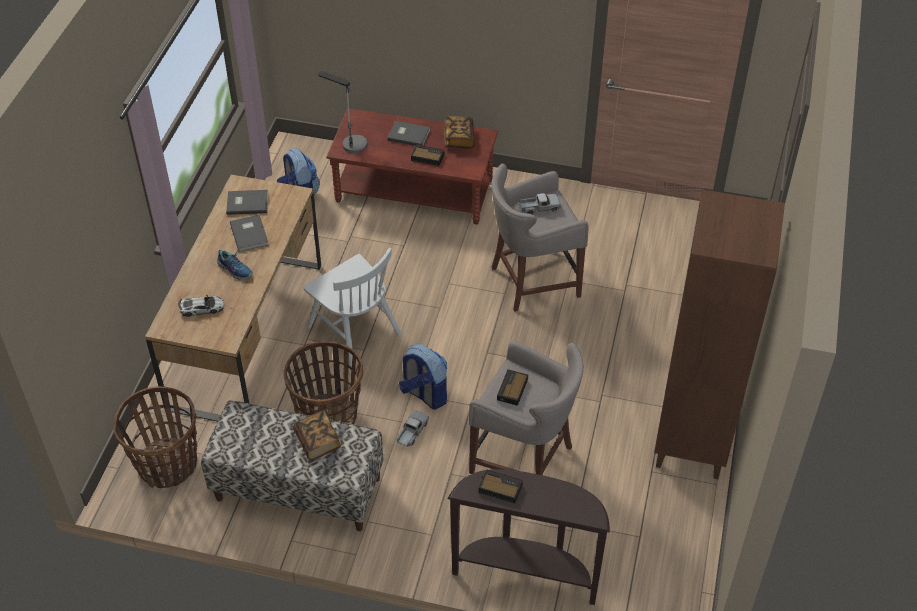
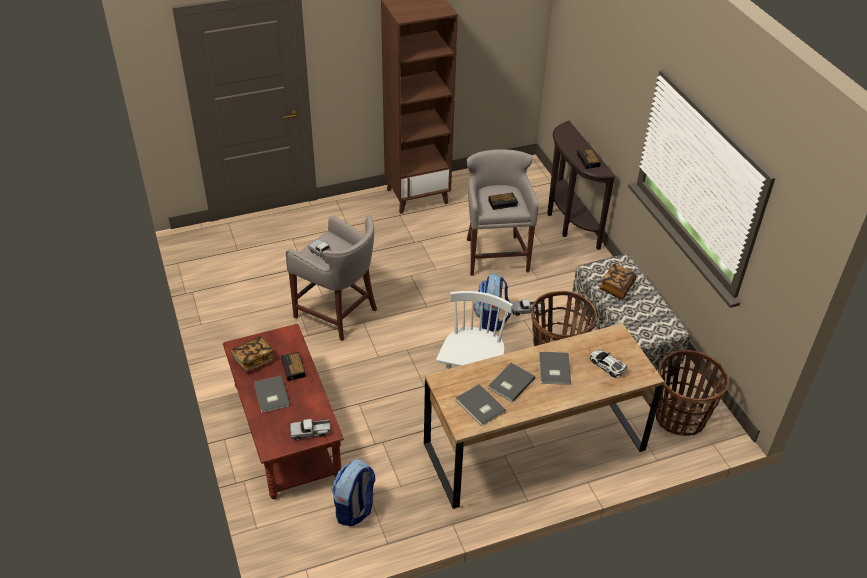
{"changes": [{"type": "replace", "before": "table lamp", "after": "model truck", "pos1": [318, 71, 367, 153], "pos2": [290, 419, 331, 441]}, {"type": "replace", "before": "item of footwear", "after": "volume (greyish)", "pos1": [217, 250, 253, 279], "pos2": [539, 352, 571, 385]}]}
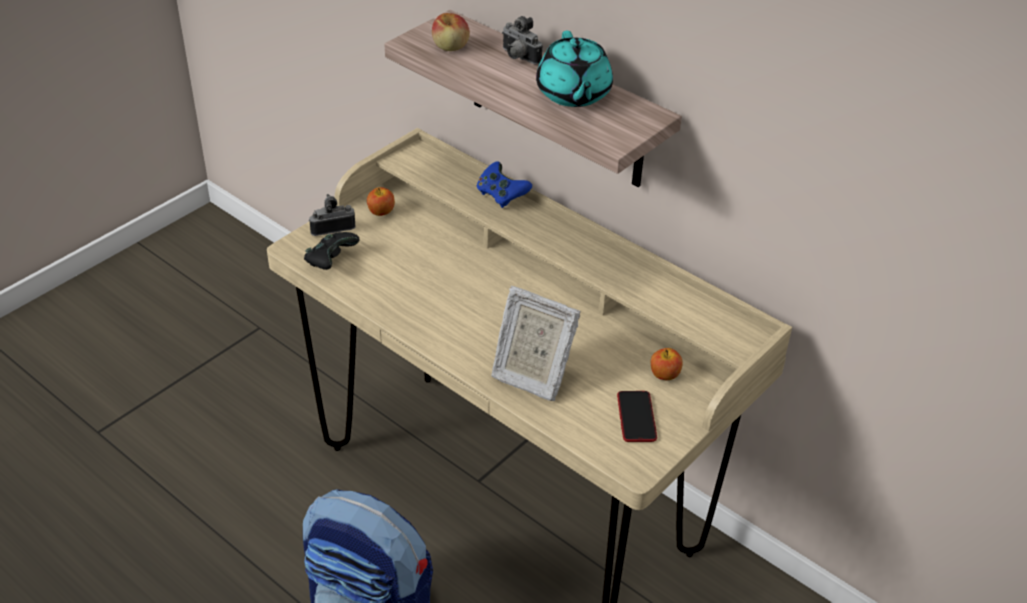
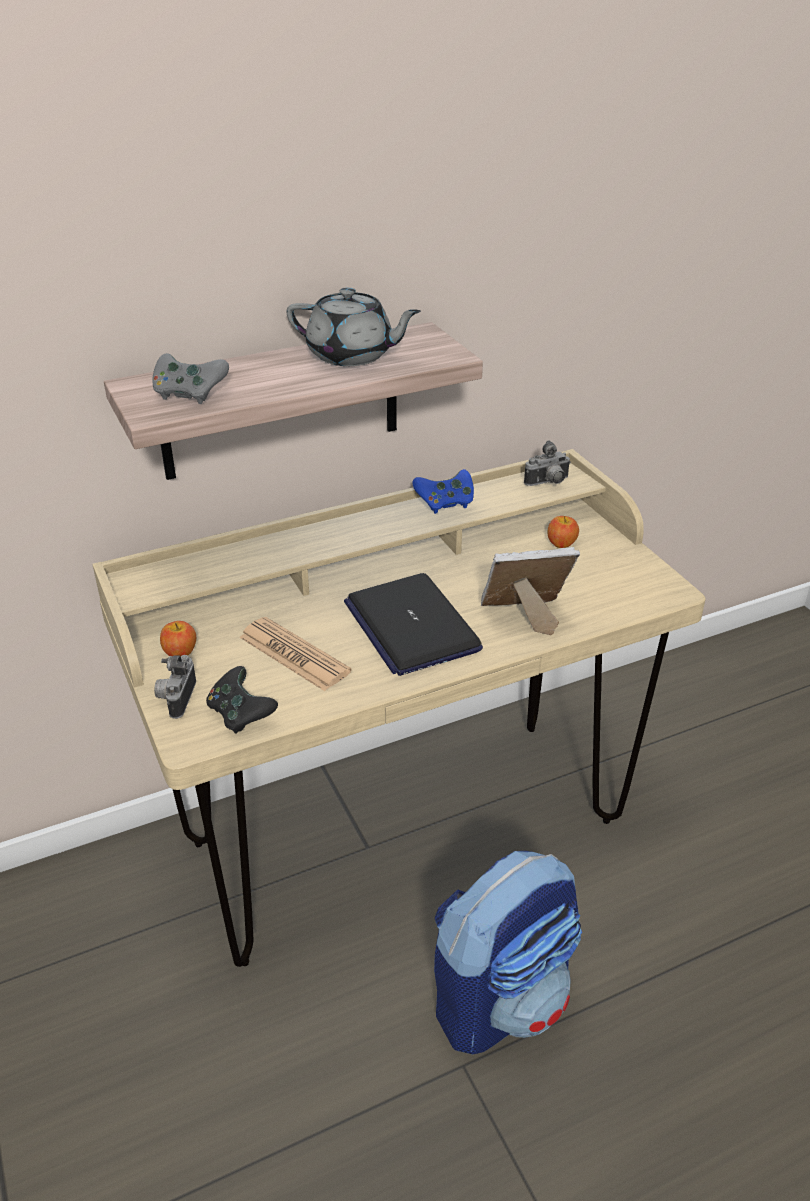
{"changes": [{"type": "replace", "before": "apple", "after": "game controller (greyish)", "pos1": [432, 13, 470, 51], "pos2": [153, 353, 229, 404]}, {"type": "insert", "after": "daily paper", "pos2": [239, 617, 351, 691]}, {"type": "recolor", "before": "pot for tea (turquoise)", "after": "pot for tea (greyish)", "pos1": [536, 31, 613, 107], "pos2": [287, 287, 421, 366]}, {"type": "insert", "after": "notebook computer", "pos2": [344, 573, 483, 676]}, {"type": "move", "before": "game controller (bluish)", "pos1": [477, 161, 532, 208], "pos2": [412, 469, 474, 514]}, {"type": "rotate", "before": "standing frame", "pos1": [492, 286, 580, 401], "pos2": [481, 547, 580, 635], "turn": -150}, {"type": "move", "before": "photo camera", "pos1": [502, 16, 542, 64], "pos2": [524, 440, 570, 486]}, {"type": "delete", "before": "telephone", "pos1": [617, 391, 657, 442]}]}
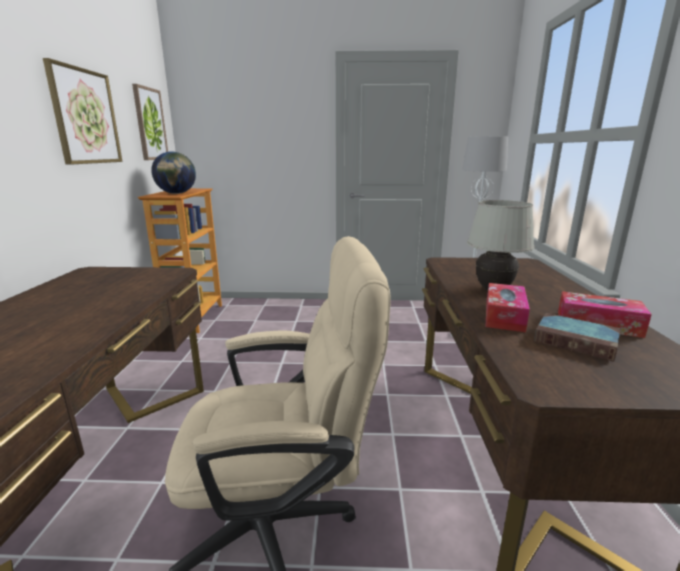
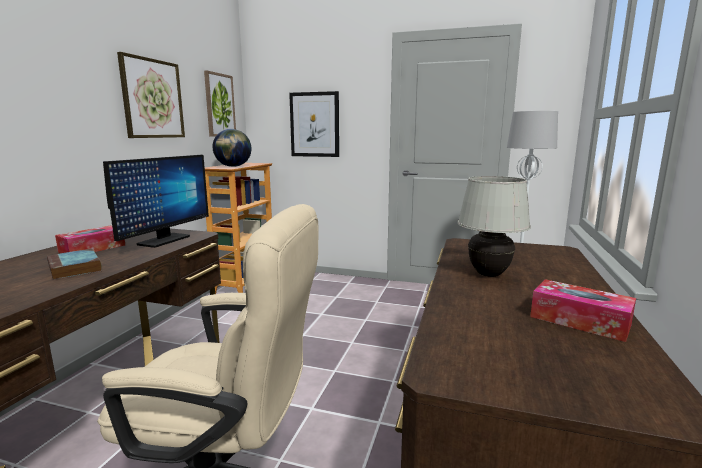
{"changes": [{"type": "move", "before": "volume", "pos1": [534, 313, 620, 362], "pos2": [47, 249, 102, 280]}, {"type": "move", "before": "tissue holder", "pos1": [486, 283, 530, 332], "pos2": [55, 226, 125, 253]}, {"type": "insert", "after": "computer screen", "pos2": [103, 155, 209, 248]}, {"type": "insert", "after": "picture", "pos2": [289, 91, 339, 157]}]}
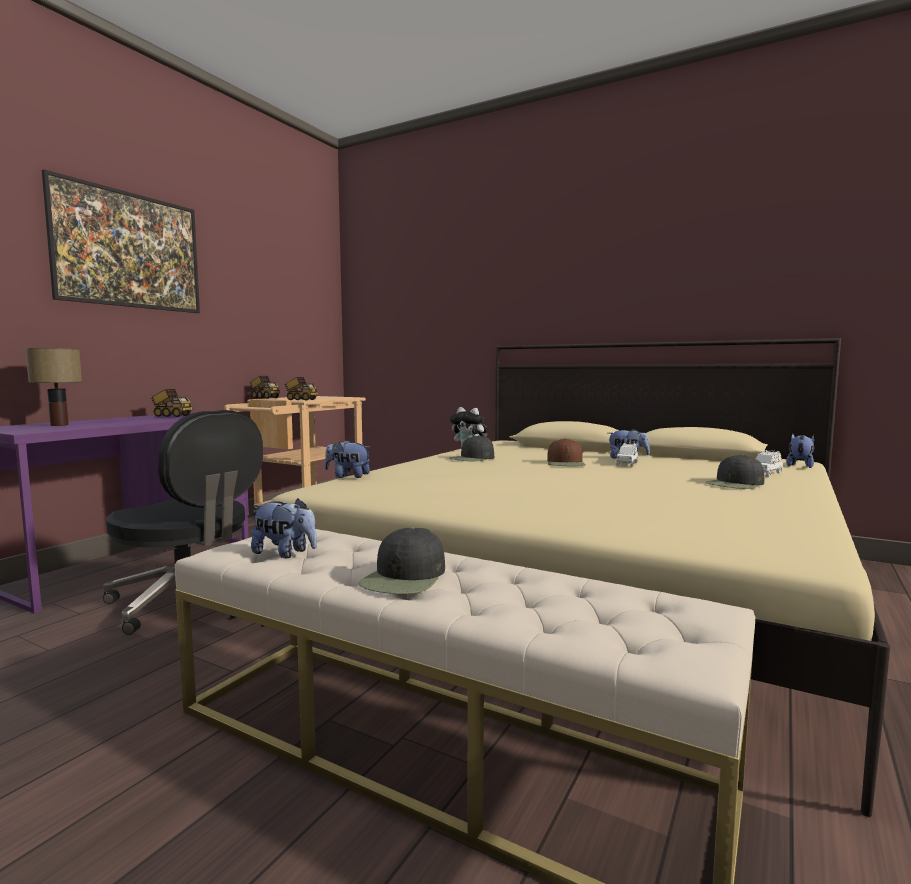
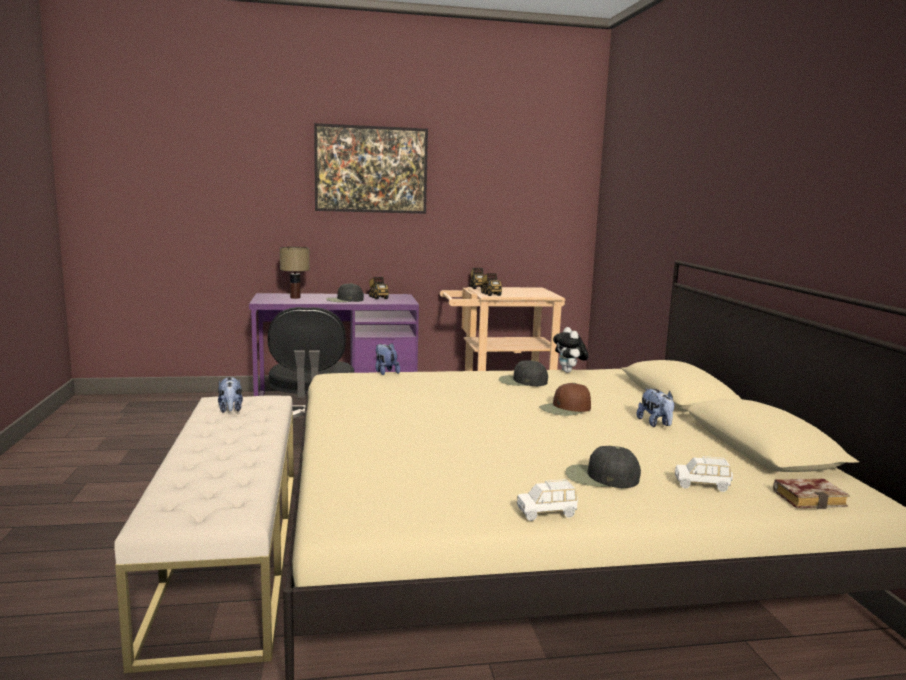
{"changes": [{"type": "move", "before": "baseball cap (black)", "pos1": [359, 527, 445, 594], "pos2": [326, 283, 364, 302]}, {"type": "move", "before": "miniature car (white-coloured)", "pos1": [616, 443, 638, 467], "pos2": [517, 479, 578, 521]}, {"type": "replace", "before": "plush toy", "after": "volume", "pos1": [786, 434, 814, 468], "pos2": [773, 479, 849, 509]}]}
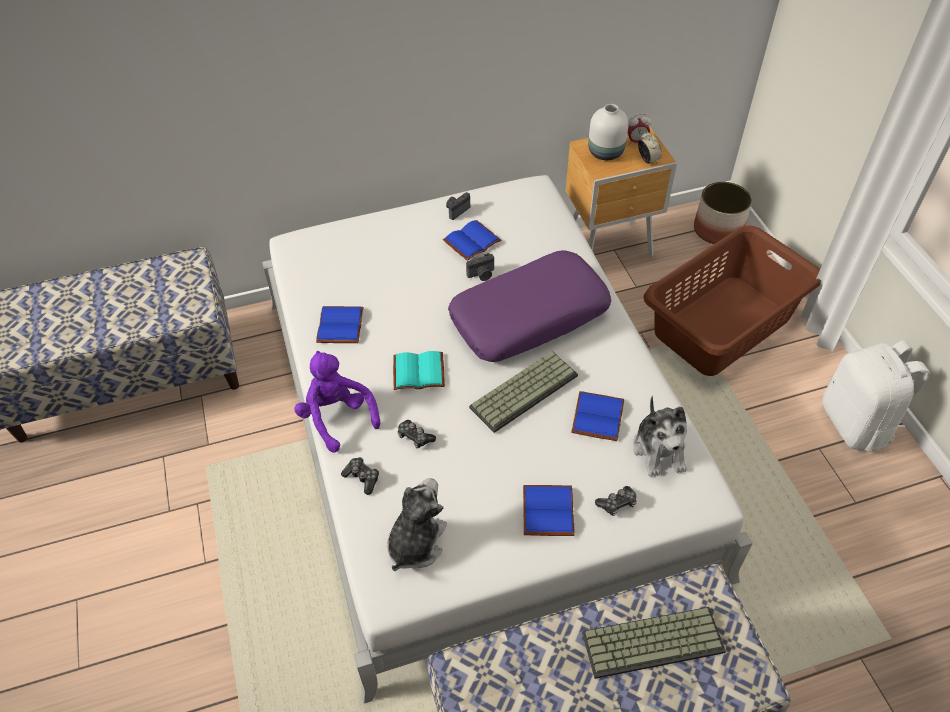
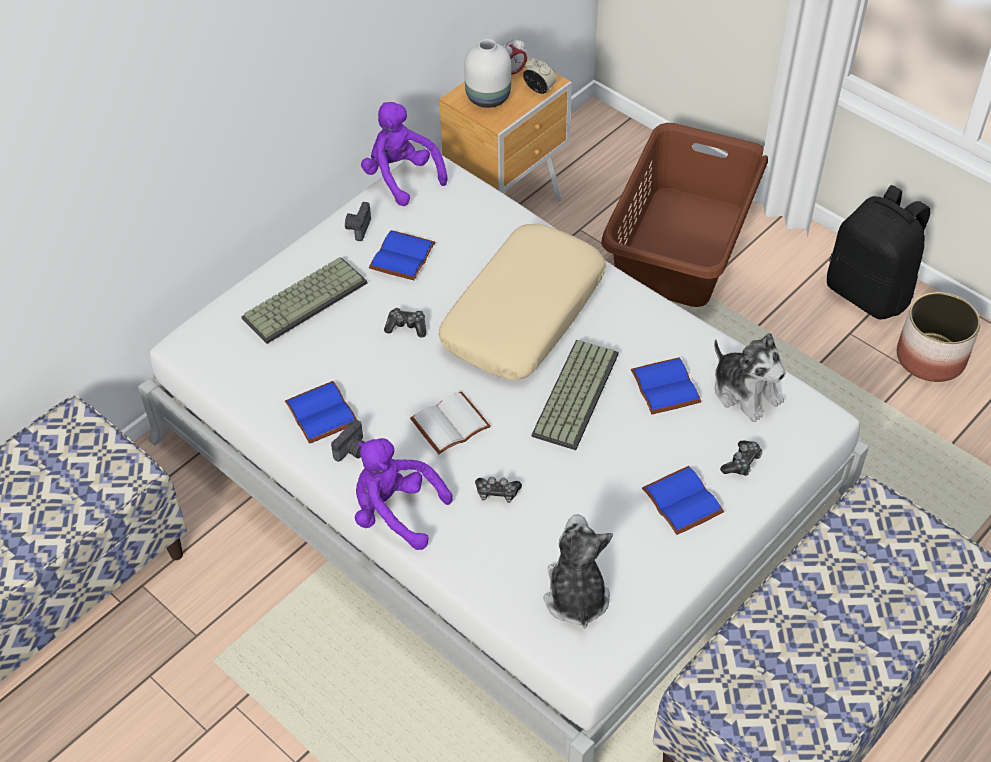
{"changes": [{"type": "move", "before": "PC keyboard", "pos1": [582, 607, 726, 679], "pos2": [241, 257, 367, 344]}, {"type": "move", "before": "photo camera", "pos1": [466, 253, 494, 281], "pos2": [331, 420, 365, 462]}, {"type": "insert", "after": "plush toy (purple)", "pos2": [361, 102, 447, 206]}, {"type": "move", "before": "game controller", "pos1": [341, 457, 379, 495], "pos2": [384, 308, 426, 337]}, {"type": "recolor", "before": "volume (turquoise)", "after": "volume (white-coloured)", "pos1": [393, 351, 445, 390], "pos2": [410, 391, 491, 454]}, {"type": "recolor", "before": "cushion (purple)", "after": "cushion (sand-coloured)", "pos1": [448, 250, 611, 362], "pos2": [439, 224, 606, 380]}, {"type": "recolor", "before": "rucksack (white-coloured)", "after": "rucksack (black)", "pos1": [822, 340, 930, 452], "pos2": [827, 185, 931, 320]}, {"type": "move", "before": "planter", "pos1": [694, 182, 752, 244], "pos2": [897, 292, 981, 382]}]}
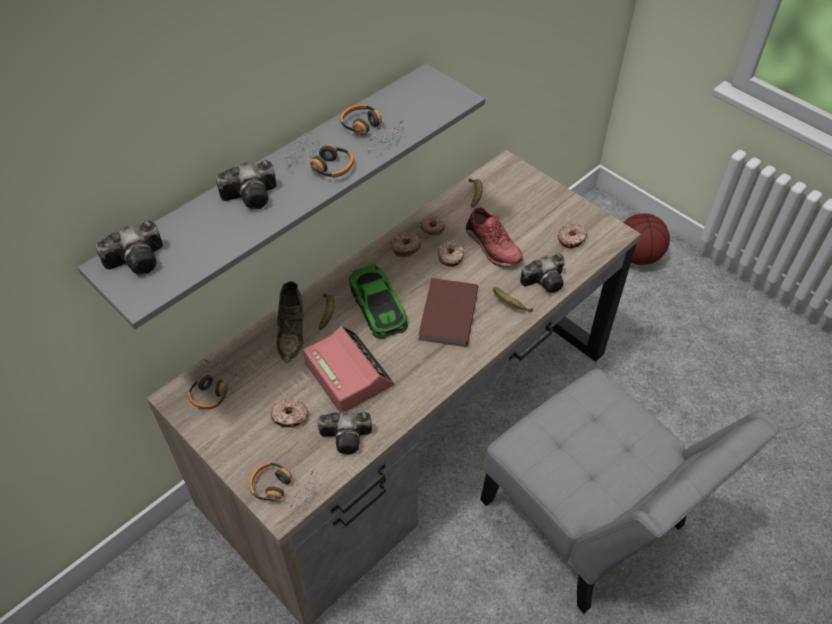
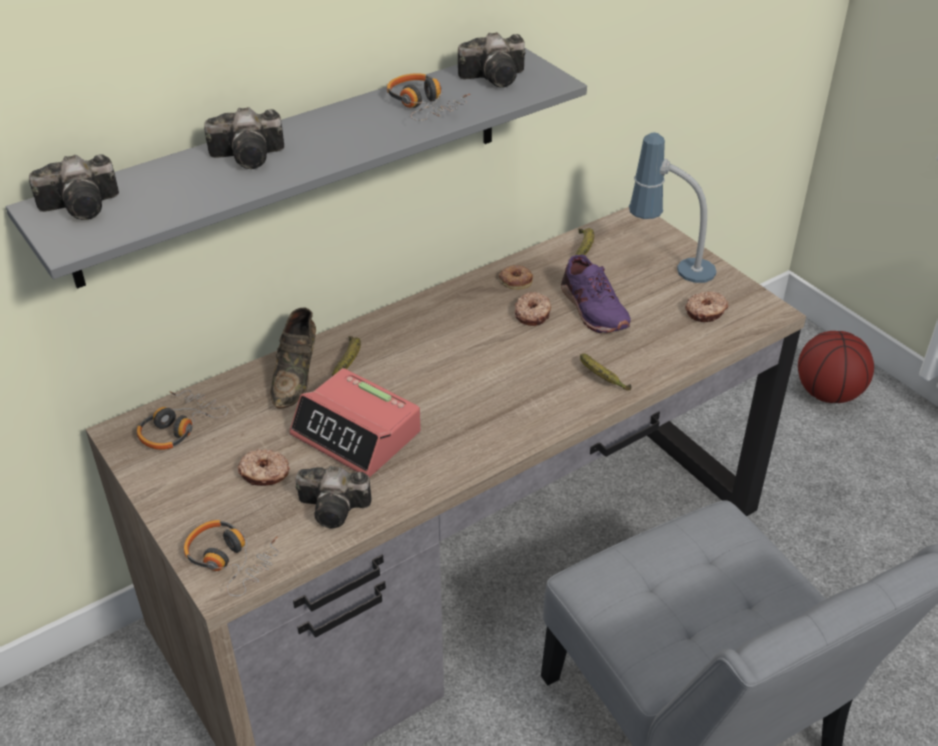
{"changes": [{"type": "rotate", "before": "alarm clock", "pos1": [303, 326, 394, 413], "pos2": [289, 368, 421, 477], "turn": 150}, {"type": "move", "before": "photo camera", "pos1": [520, 253, 565, 293], "pos2": [458, 32, 525, 88]}, {"type": "recolor", "before": "item of footwear (reddish)", "after": "item of footwear (purple)", "pos1": [466, 207, 523, 267], "pos2": [561, 255, 631, 333]}, {"type": "insert", "after": "table lamp", "pos2": [629, 133, 716, 283]}, {"type": "delete", "before": "headphones", "pos1": [284, 133, 354, 178]}, {"type": "delete", "before": "miniature car", "pos1": [349, 264, 408, 339]}, {"type": "delete", "before": "ring doughnut", "pos1": [390, 232, 421, 257]}, {"type": "delete", "before": "volume (brown-coloured)", "pos1": [418, 278, 478, 347]}]}
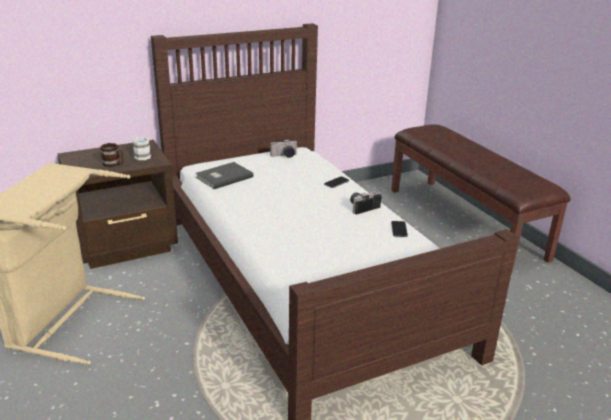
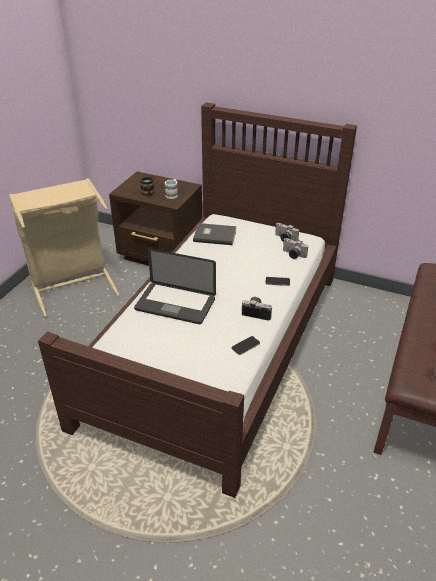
{"changes": [{"type": "insert", "after": "notebook computer", "pos2": [134, 248, 216, 324]}, {"type": "insert", "after": "photo camera", "pos2": [283, 238, 308, 259]}]}
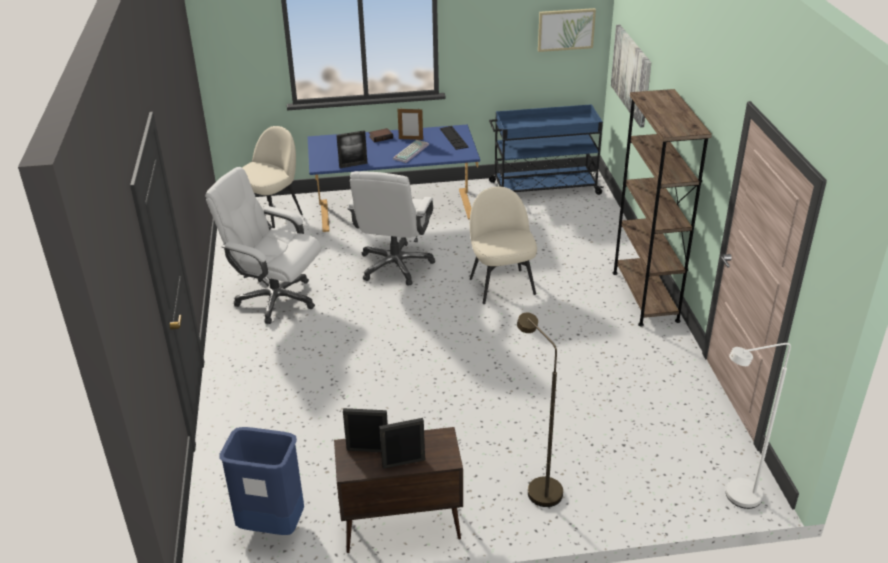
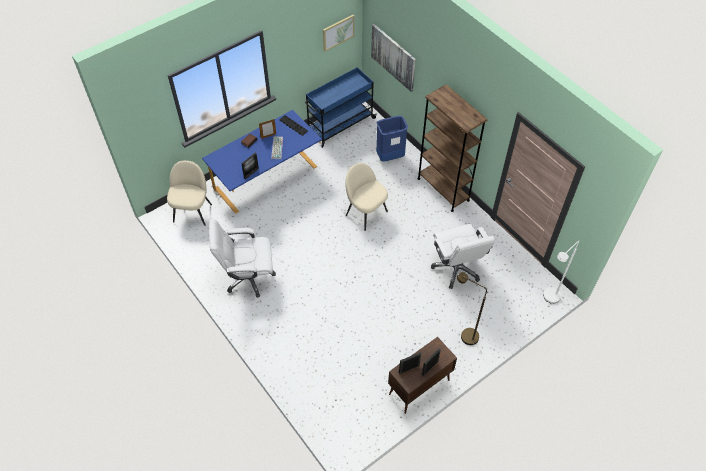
{"changes": [{"type": "move", "before": "rubbish bin (bluish)", "pos1": [219, 427, 304, 535], "pos2": [376, 116, 408, 162]}, {"type": "move", "before": "desk chair (white-coloured)", "pos1": [347, 171, 435, 286], "pos2": [431, 224, 495, 289]}]}
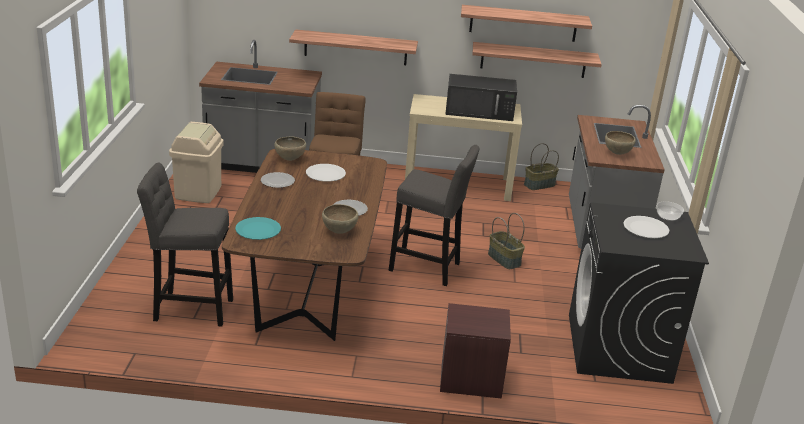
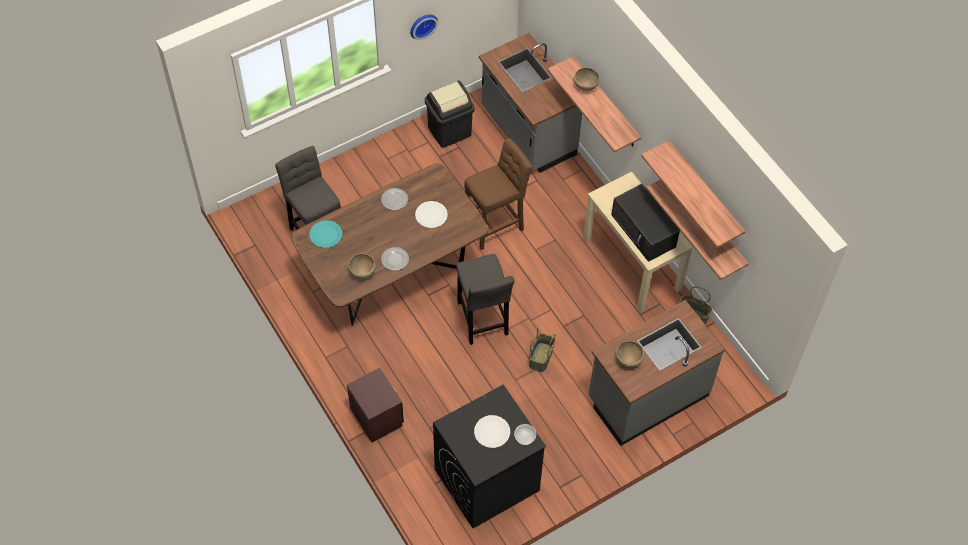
{"changes": [{"type": "insert", "after": "hanging clock", "pos2": [410, 15, 438, 40]}, {"type": "recolor", "before": "rubbish bin (sand-coloured)", "after": "rubbish bin (black)", "pos1": [169, 122, 224, 203], "pos2": [425, 81, 475, 148]}, {"type": "move", "before": "serving bowl (brown-coloured)", "pos1": [274, 136, 306, 161], "pos2": [574, 68, 600, 91]}]}
